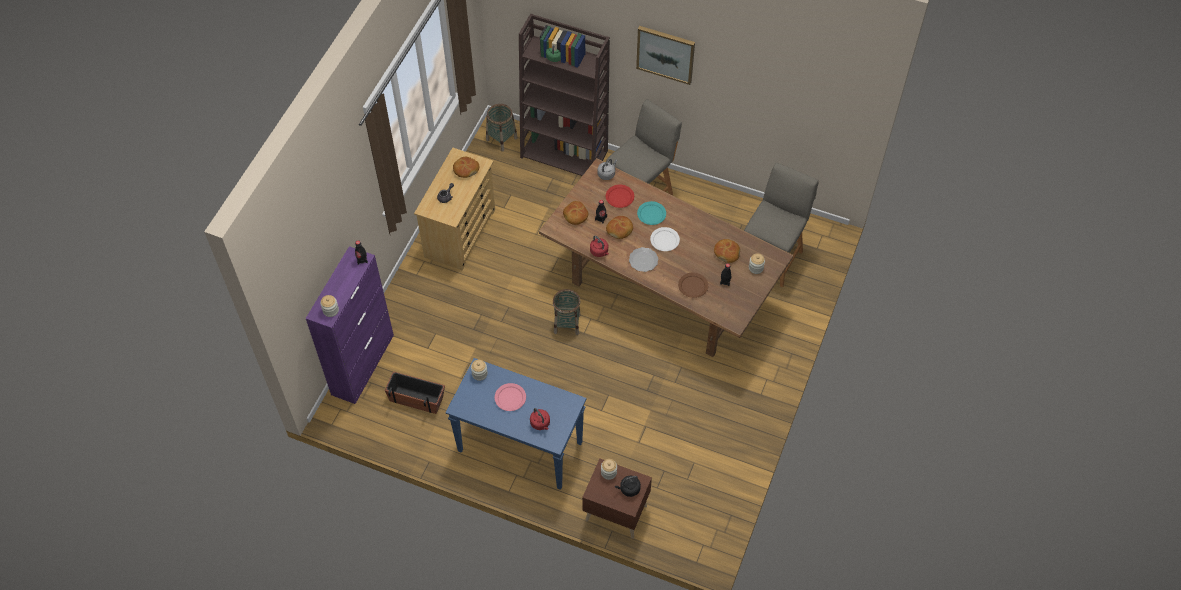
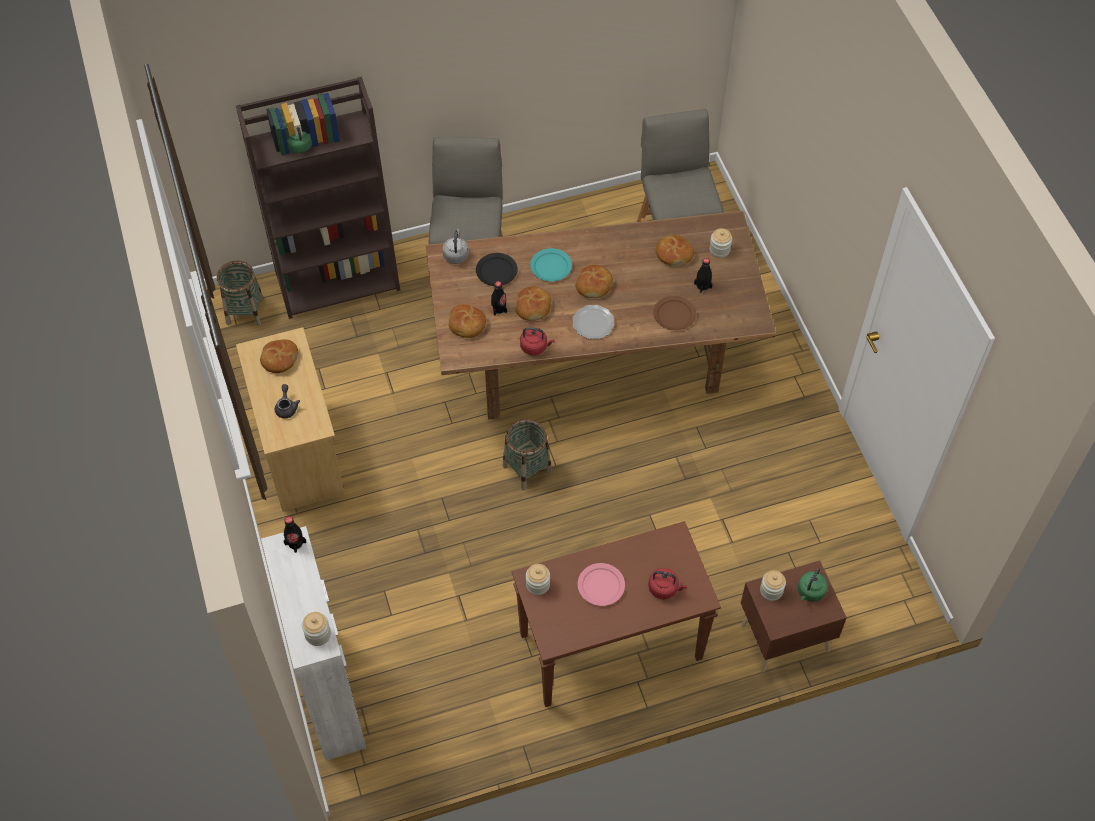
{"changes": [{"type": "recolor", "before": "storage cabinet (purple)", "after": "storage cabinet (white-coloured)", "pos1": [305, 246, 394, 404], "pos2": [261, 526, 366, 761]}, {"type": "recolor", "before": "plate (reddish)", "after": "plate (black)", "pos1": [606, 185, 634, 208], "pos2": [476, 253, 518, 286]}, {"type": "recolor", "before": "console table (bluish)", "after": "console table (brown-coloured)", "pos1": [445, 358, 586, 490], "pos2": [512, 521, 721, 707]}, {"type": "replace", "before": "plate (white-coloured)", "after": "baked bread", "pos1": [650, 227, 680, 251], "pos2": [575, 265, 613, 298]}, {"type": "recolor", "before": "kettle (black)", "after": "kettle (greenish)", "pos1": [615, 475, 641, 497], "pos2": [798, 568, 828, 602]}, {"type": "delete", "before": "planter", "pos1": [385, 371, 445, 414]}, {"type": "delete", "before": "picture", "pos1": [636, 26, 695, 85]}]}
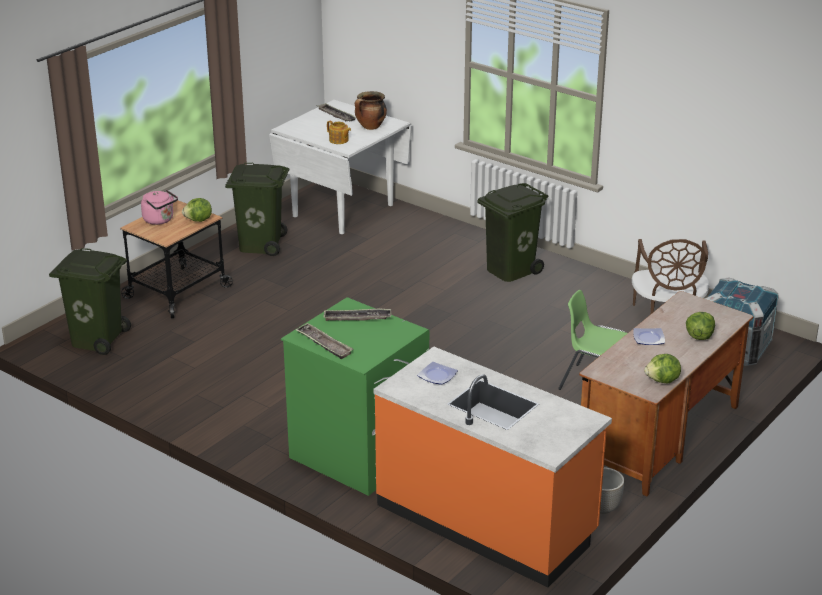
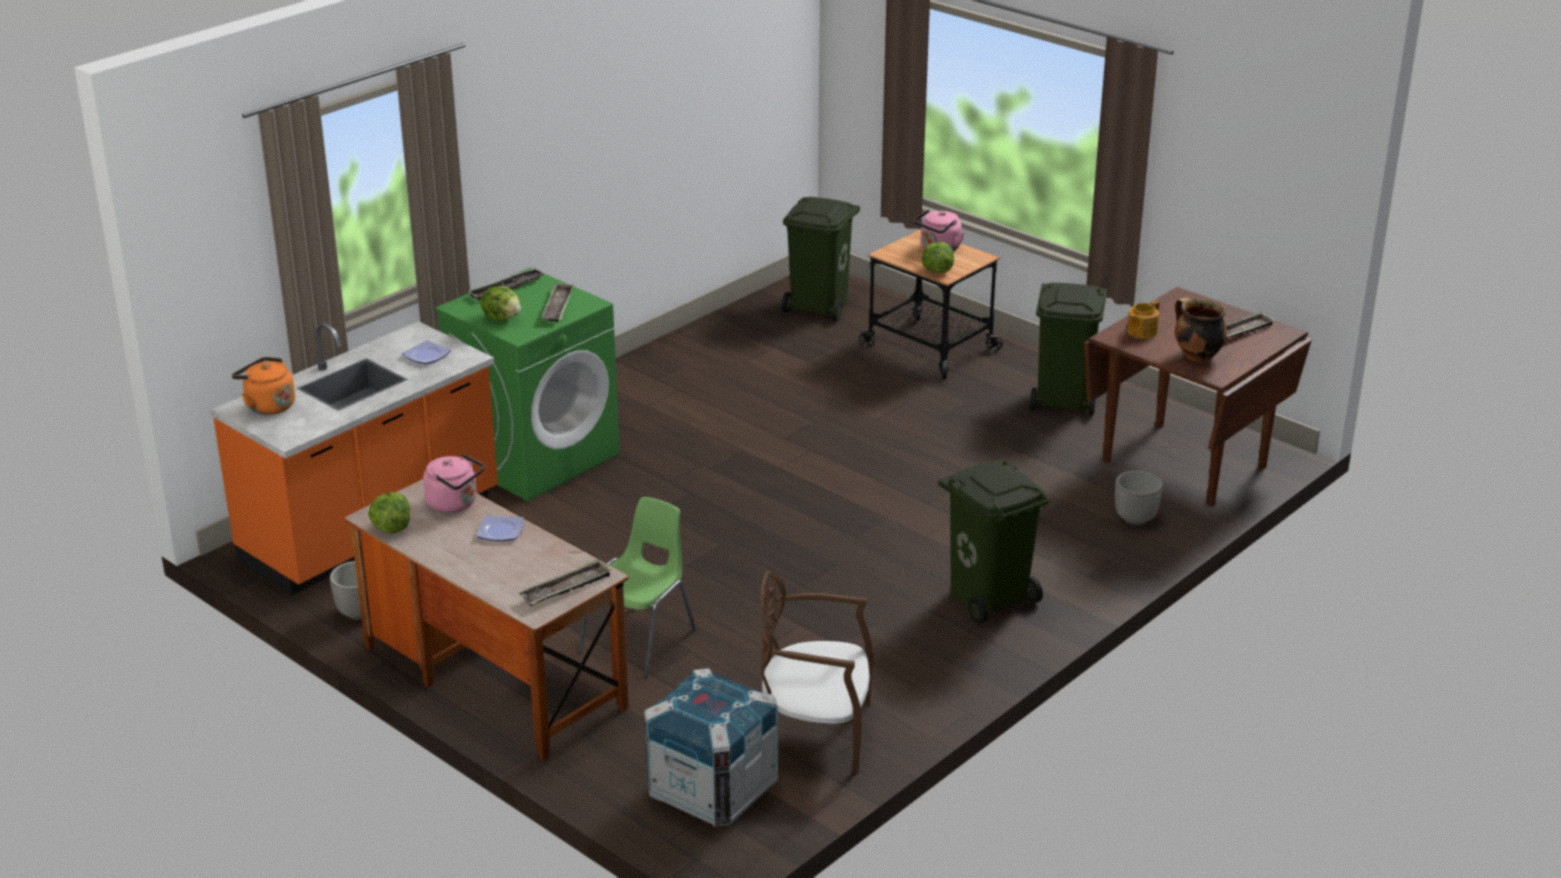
{"changes": [{"type": "insert", "after": "kettle (orange)", "pos2": [232, 357, 295, 415]}, {"type": "insert", "after": "kettle (pinkish)", "pos2": [423, 453, 485, 513]}, {"type": "move", "before": "lettuce", "pos1": [686, 312, 715, 340], "pos2": [480, 286, 521, 321]}, {"type": "insert", "after": "carrying tray", "pos2": [518, 559, 612, 606]}, {"type": "recolor", "before": "dinner table (white-coloured)", "after": "dinner table (brown-coloured)", "pos1": [269, 100, 412, 234], "pos2": [1084, 287, 1312, 506]}, {"type": "insert", "after": "planter", "pos2": [1115, 471, 1163, 525]}]}
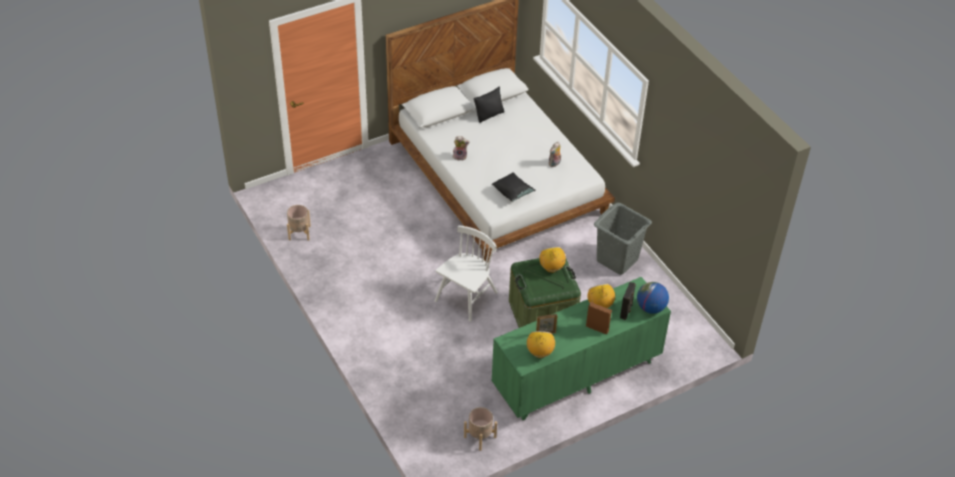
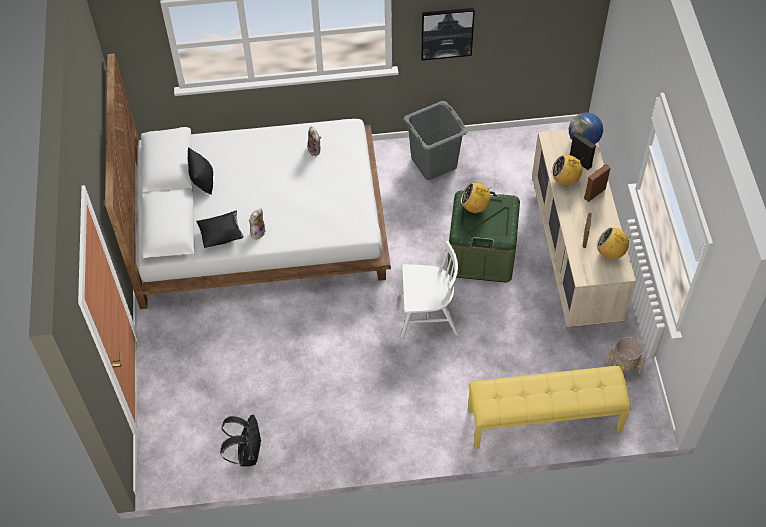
{"changes": [{"type": "move", "before": "cushion (black)", "pos1": [492, 172, 535, 202], "pos2": [196, 211, 244, 248]}, {"type": "replace", "before": "planter (sand-coloured)", "after": "rucksack (black)", "pos1": [287, 205, 311, 241], "pos2": [220, 415, 262, 467]}, {"type": "rotate", "before": "plain chair (white-coloured)", "pos1": [435, 225, 498, 322], "pos2": [399, 241, 458, 338], "turn": 120}, {"type": "insert", "after": "picture", "pos2": [421, 8, 475, 60]}, {"type": "insert", "after": "bench (yellowish)", "pos2": [468, 366, 631, 449]}, {"type": "recolor", "before": "dresser (greenish)", "after": "dresser (sand-coloured)", "pos1": [492, 277, 671, 420], "pos2": [532, 129, 636, 327]}]}
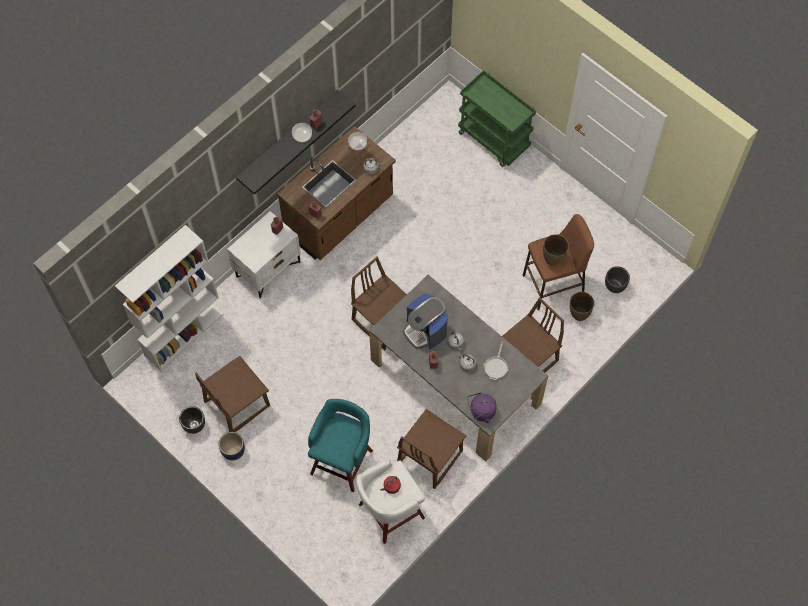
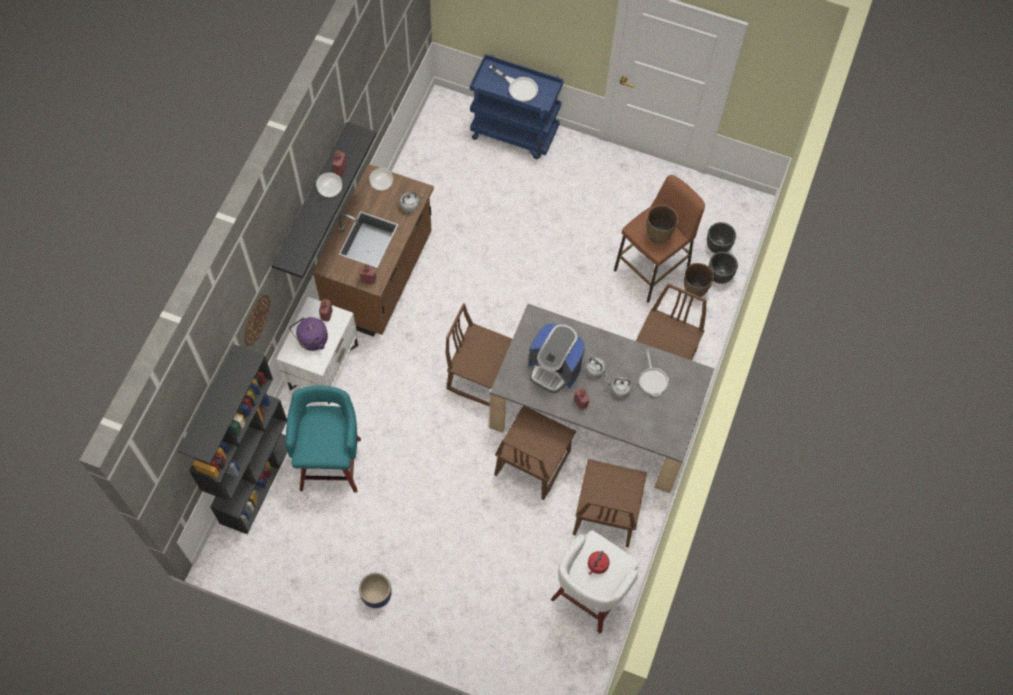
{"changes": [{"type": "recolor", "before": "bookshelf (white-coloured)", "after": "bookshelf (black)", "pos1": [115, 225, 223, 371], "pos2": [178, 344, 287, 534]}, {"type": "insert", "after": "hanging clock", "pos2": [244, 295, 270, 346]}, {"type": "move", "before": "stool (turquoise)", "pos1": [308, 399, 373, 492], "pos2": [286, 385, 361, 492]}, {"type": "move", "before": "kettle (purple)", "pos1": [467, 392, 497, 423], "pos2": [289, 317, 328, 351]}, {"type": "recolor", "before": "cart (greenish)", "after": "cart (bluish)", "pos1": [458, 70, 536, 167], "pos2": [470, 54, 564, 159]}, {"type": "insert", "after": "skillet (white-coloured)", "pos2": [489, 65, 538, 102]}, {"type": "move", "before": "plain chair (brown-coloured)", "pos1": [195, 356, 270, 432], "pos2": [494, 406, 576, 500]}, {"type": "move", "before": "planter (black)", "pos1": [179, 406, 205, 434], "pos2": [708, 252, 738, 284]}]}
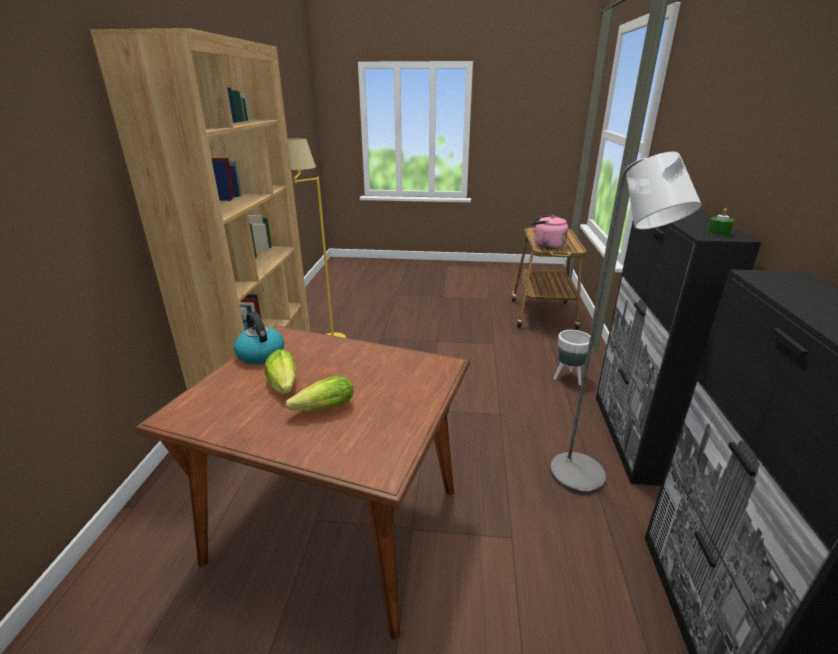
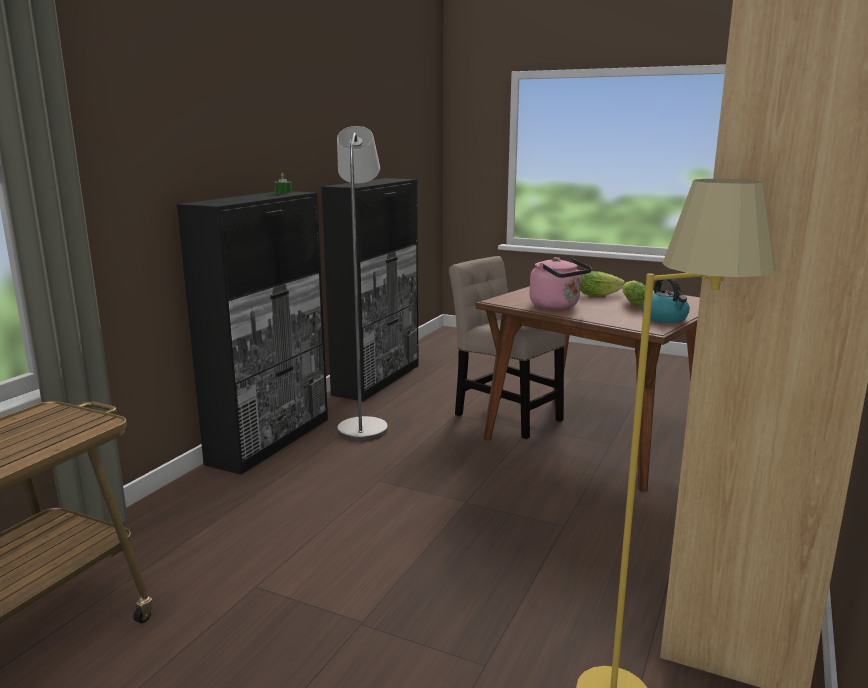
{"changes": [{"type": "insert", "after": "plain chair (sand-coloured)", "pos2": [449, 256, 566, 439]}, {"type": "move", "before": "kettle (pinkish)", "pos1": [531, 215, 568, 249], "pos2": [530, 257, 592, 309]}, {"type": "delete", "before": "planter (white-coloured)", "pos1": [553, 330, 590, 386]}]}
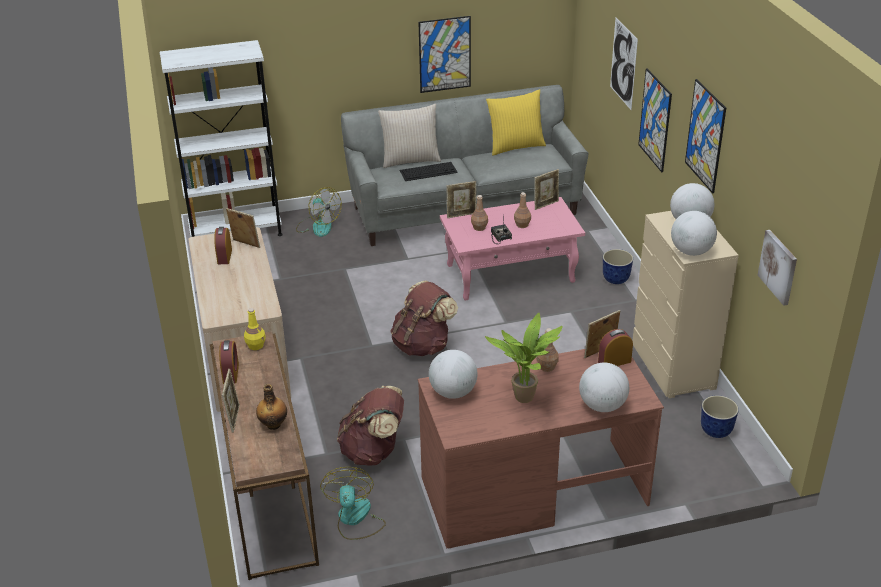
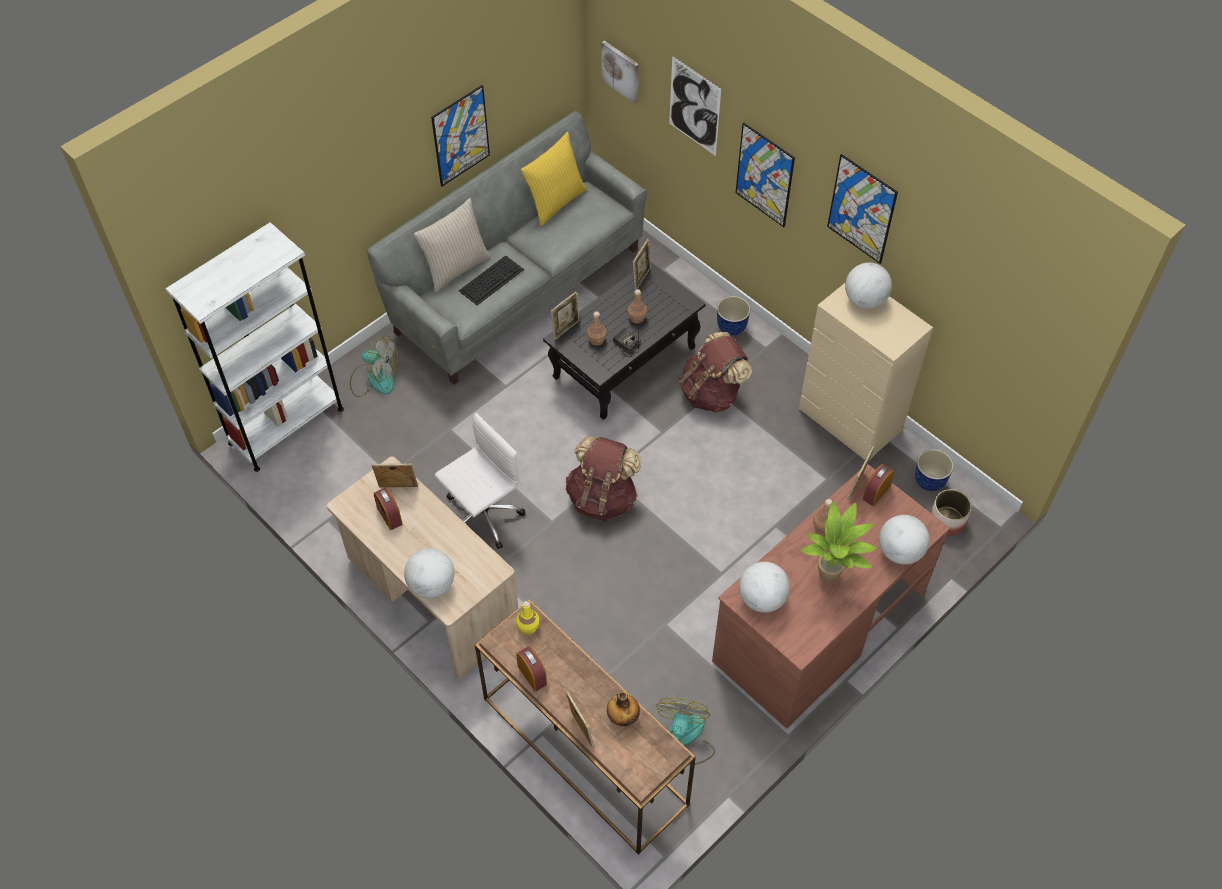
{"changes": [{"type": "move", "before": "globe", "pos1": [671, 211, 717, 256], "pos2": [404, 548, 454, 598]}, {"type": "insert", "after": "desk chair (white-coloured)", "pos2": [435, 413, 525, 549]}, {"type": "recolor", "before": "lounge table (pinkish)", "after": "lounge table (black)", "pos1": [440, 197, 585, 301], "pos2": [543, 261, 706, 420]}, {"type": "move", "before": "picture", "pos1": [758, 230, 797, 306], "pos2": [601, 40, 639, 104]}, {"type": "rotate", "before": "cooling fan", "pos1": [320, 467, 386, 540], "pos2": [656, 698, 715, 765], "turn": 45}, {"type": "move", "before": "rucksack (brown-coloured)", "pos1": [337, 386, 404, 466], "pos2": [678, 332, 752, 413]}, {"type": "insert", "after": "planter", "pos2": [930, 489, 972, 536]}]}
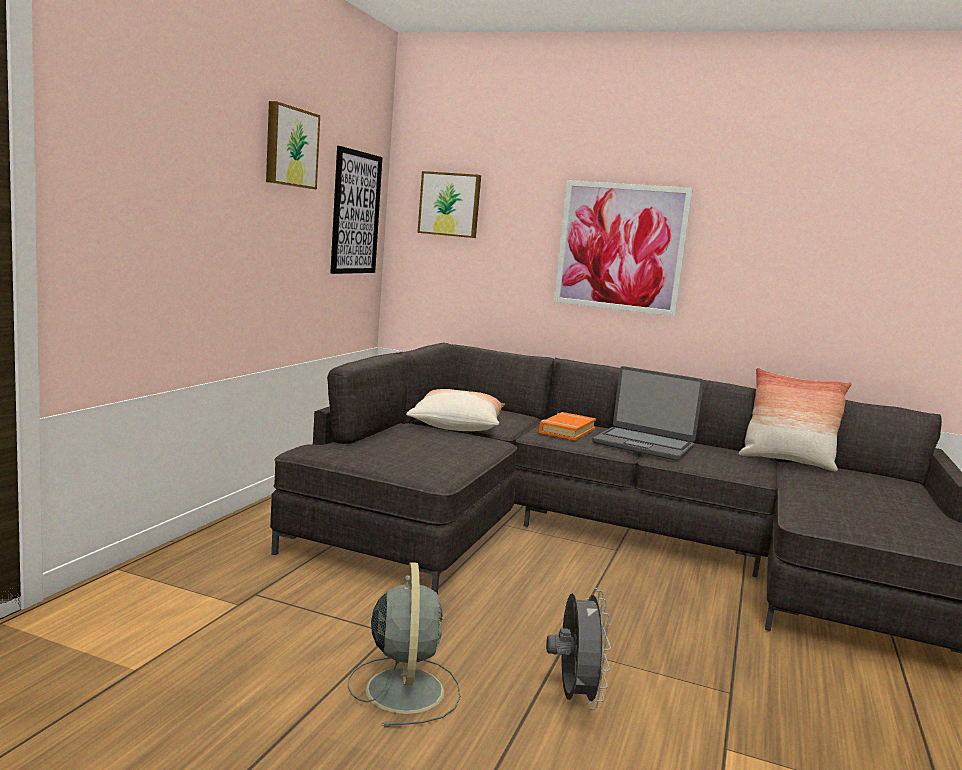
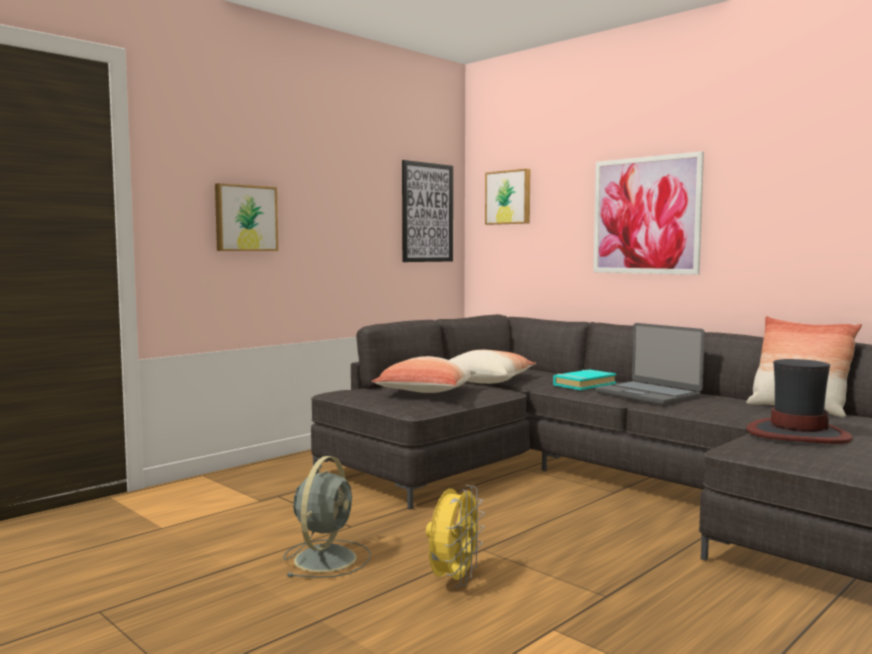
{"changes": [{"type": "move", "before": "picture", "pos1": [266, 101, 320, 190], "pos2": [215, 183, 278, 251]}, {"type": "insert", "after": "cushion", "pos2": [371, 356, 476, 393]}, {"type": "recolor", "before": "cooling fan (greyish)", "after": "cooling fan (yellowish)", "pos1": [546, 588, 611, 709], "pos2": [426, 485, 485, 587]}, {"type": "recolor", "before": "volume (orange)", "after": "volume (turquoise)", "pos1": [539, 412, 596, 440], "pos2": [553, 369, 616, 390]}, {"type": "insert", "after": "clothing hat", "pos2": [746, 359, 853, 444]}]}
